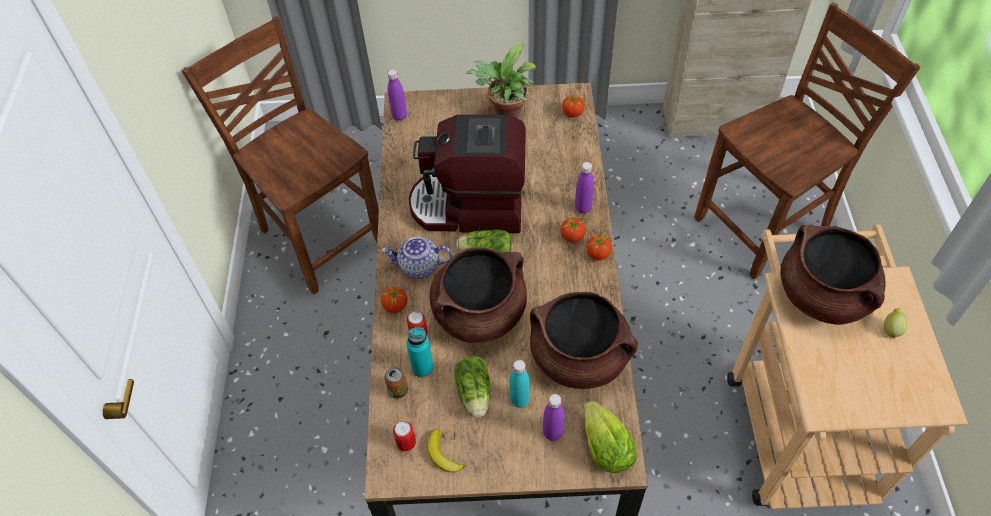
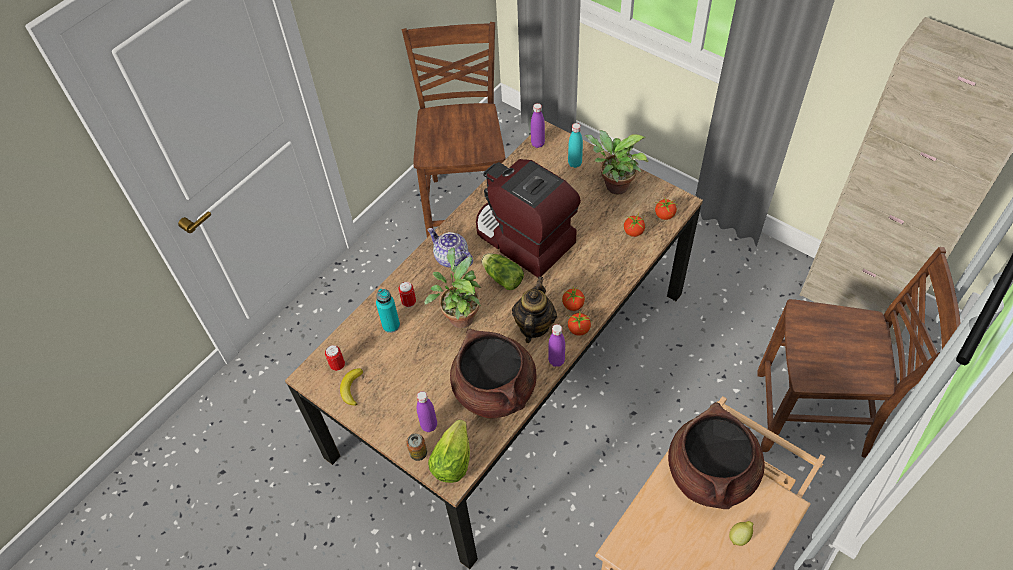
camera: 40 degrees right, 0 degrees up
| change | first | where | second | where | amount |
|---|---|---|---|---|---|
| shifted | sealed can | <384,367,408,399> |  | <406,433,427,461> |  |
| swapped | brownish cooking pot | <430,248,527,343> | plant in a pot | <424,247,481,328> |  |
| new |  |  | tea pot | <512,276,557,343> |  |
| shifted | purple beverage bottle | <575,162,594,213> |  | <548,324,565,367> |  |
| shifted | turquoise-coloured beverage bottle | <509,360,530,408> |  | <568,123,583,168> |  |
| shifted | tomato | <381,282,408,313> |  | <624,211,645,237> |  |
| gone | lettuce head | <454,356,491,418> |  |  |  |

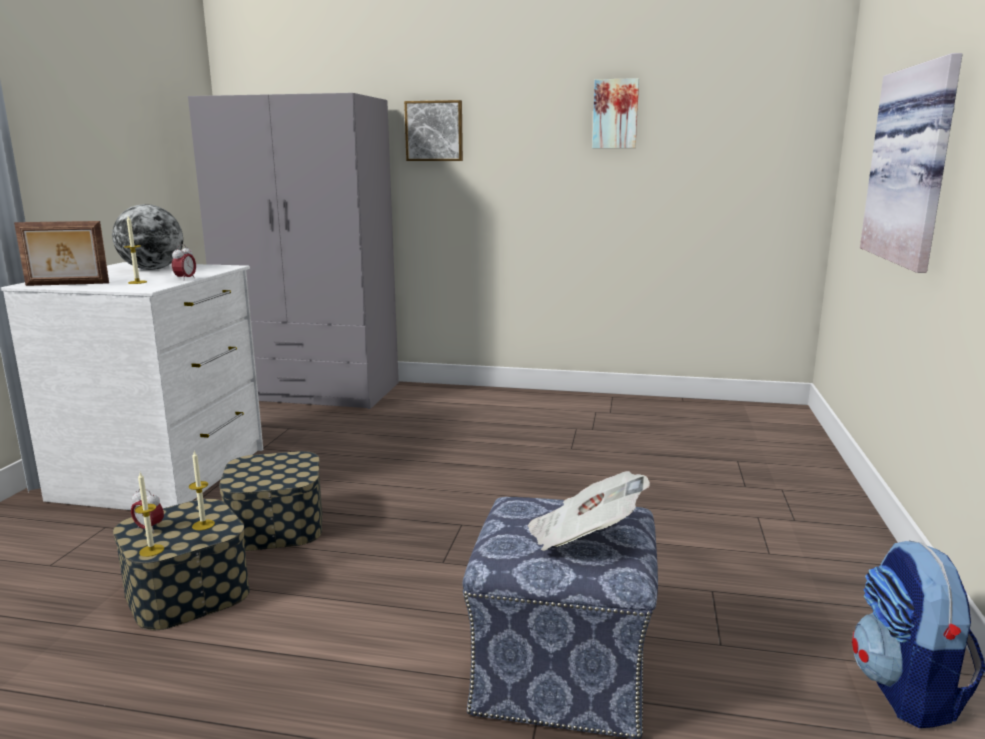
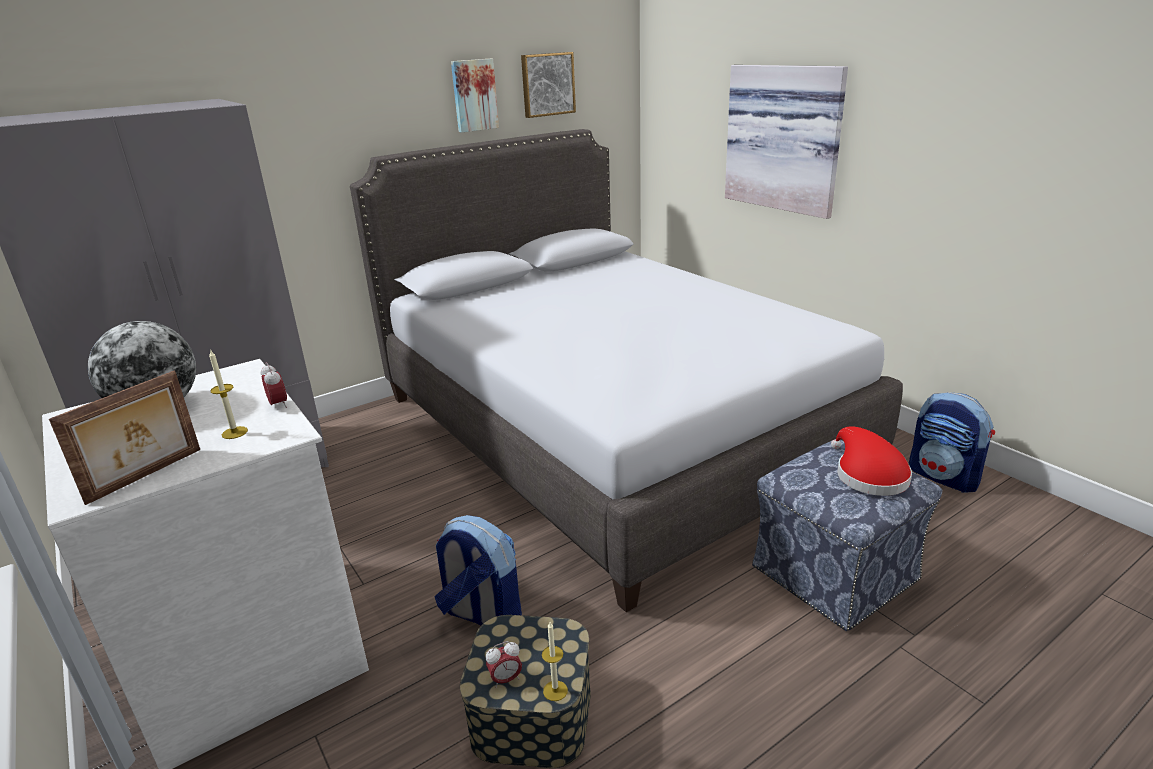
camera: 45 degrees left, 10 degrees up
| change | first | where | second | where | amount |
|---|---|---|---|---|---|
| new |  |  | gray bed | <350,129,903,612> |  |
| swapped | storage box | <219,451,322,551> | knapsack | <434,515,522,626> |  |
| shifted | wall picture | <404,100,463,161> |  | <521,52,576,118> |  |
| swapped | newspaper | <528,471,650,551> | red clothing hat | <831,426,912,496> |  |
| gone | wax light | <189,451,215,530> |  |  |  |

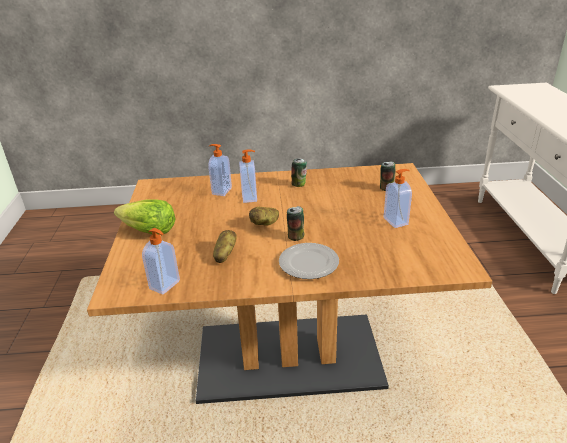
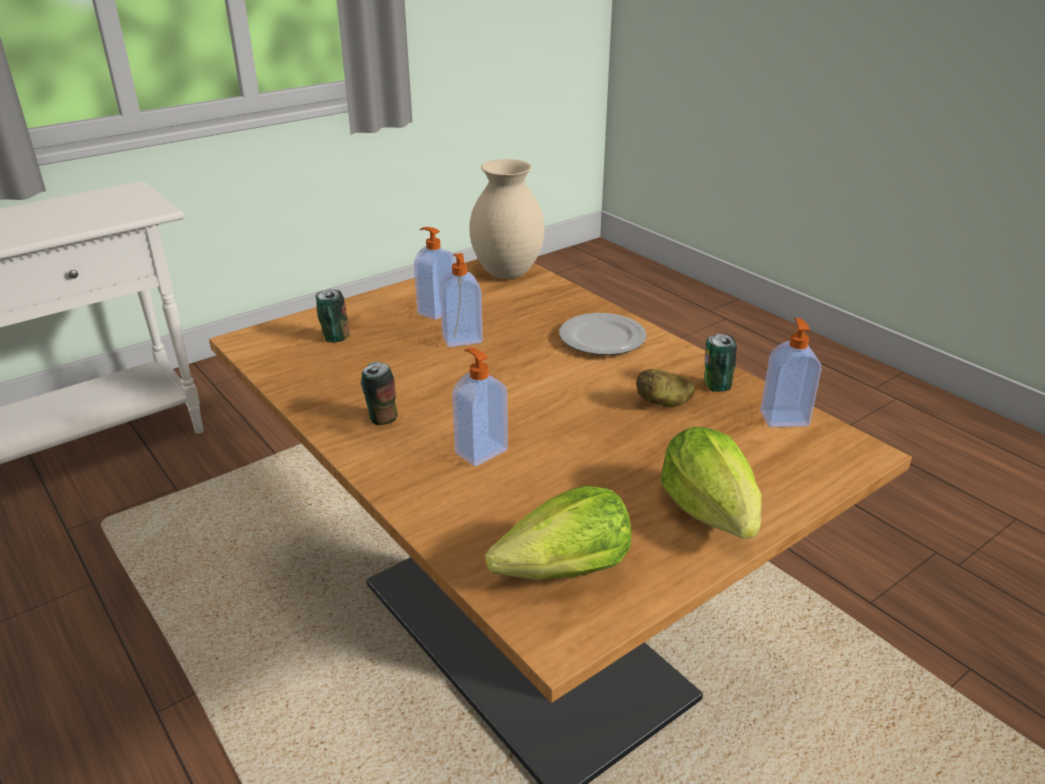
camera: 125 degrees left, 0 degrees up
| change | first | where | second | where | amount |
|---|---|---|---|---|---|
| shifted | soap dispenser | <208,144,232,196> |  | <440,253,483,347> |  |
| new |  |  | beige-coloured vase | <469,159,544,279> |  |
| new |  |  | lettuce head | <485,486,631,580> |  |
| shifted | sealed can | <287,206,304,241> |  | <704,333,737,392> |  |
| gone | potato | <249,207,279,226> |  |  |  |

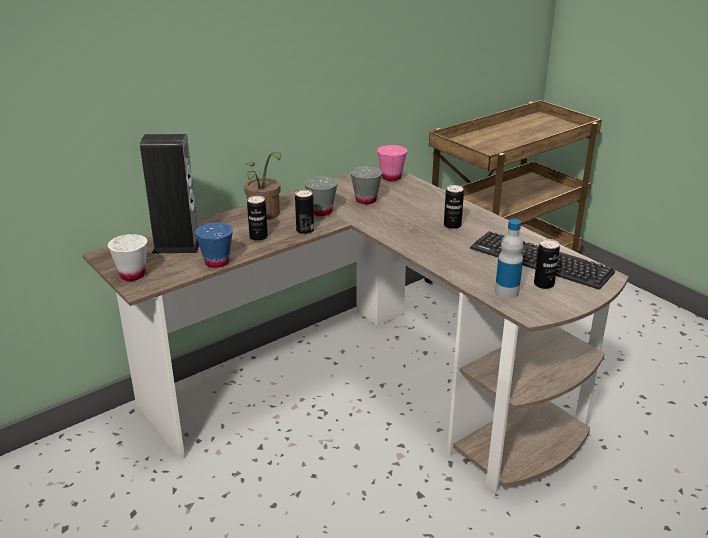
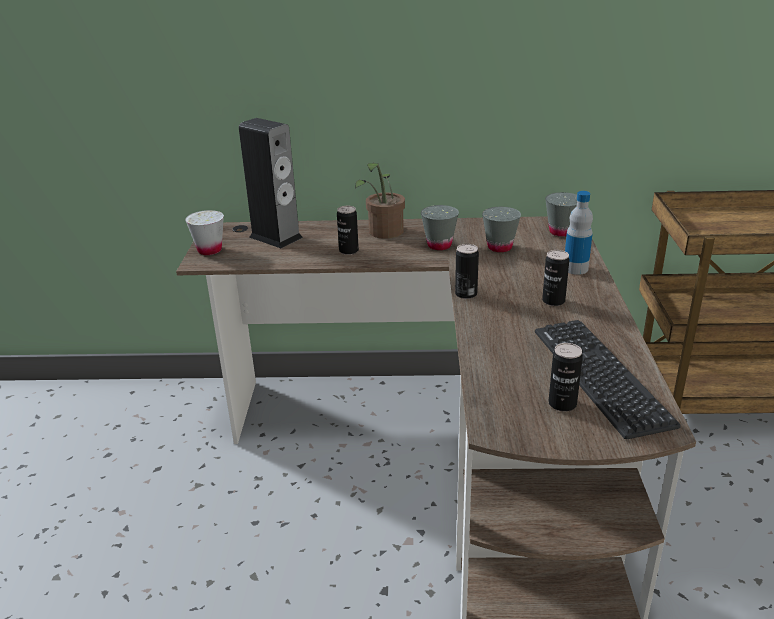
camera: 40 degrees right, 0 degrees up
| change | first | where | second | where | amount |
|---|---|---|---|---|---|
| shifted | sealed can | <295,190,314,234> |  | <455,244,479,299> |  |
| repainted | pink-coloured cup | <377,145,407,181> | gray cup | <545,192,577,237> |  |
| shifted | beverage bottle | <495,219,524,298> |  | <565,191,593,275> |  |
| gone | blue-coloured cup | <195,223,233,268> |  |  |  |

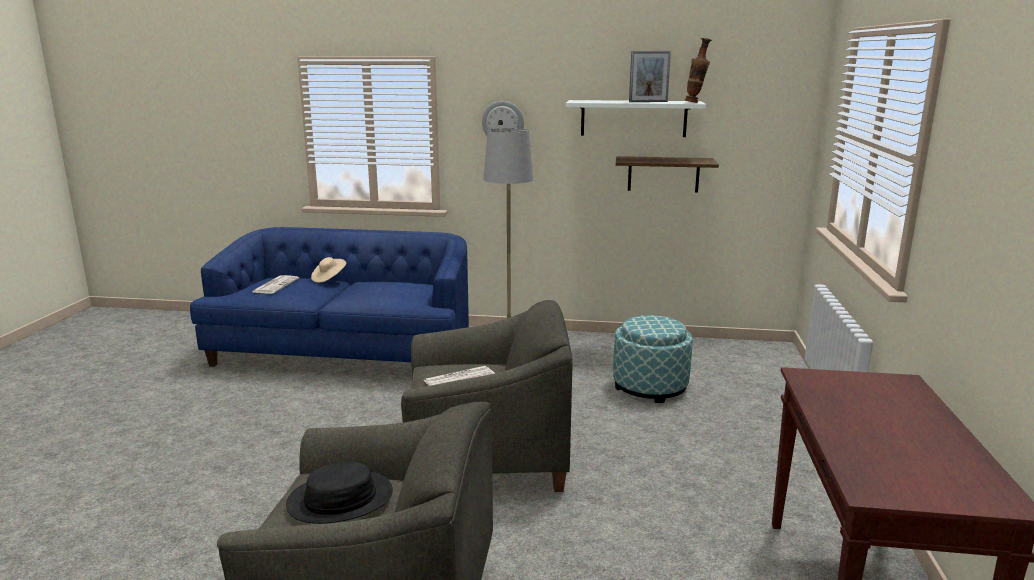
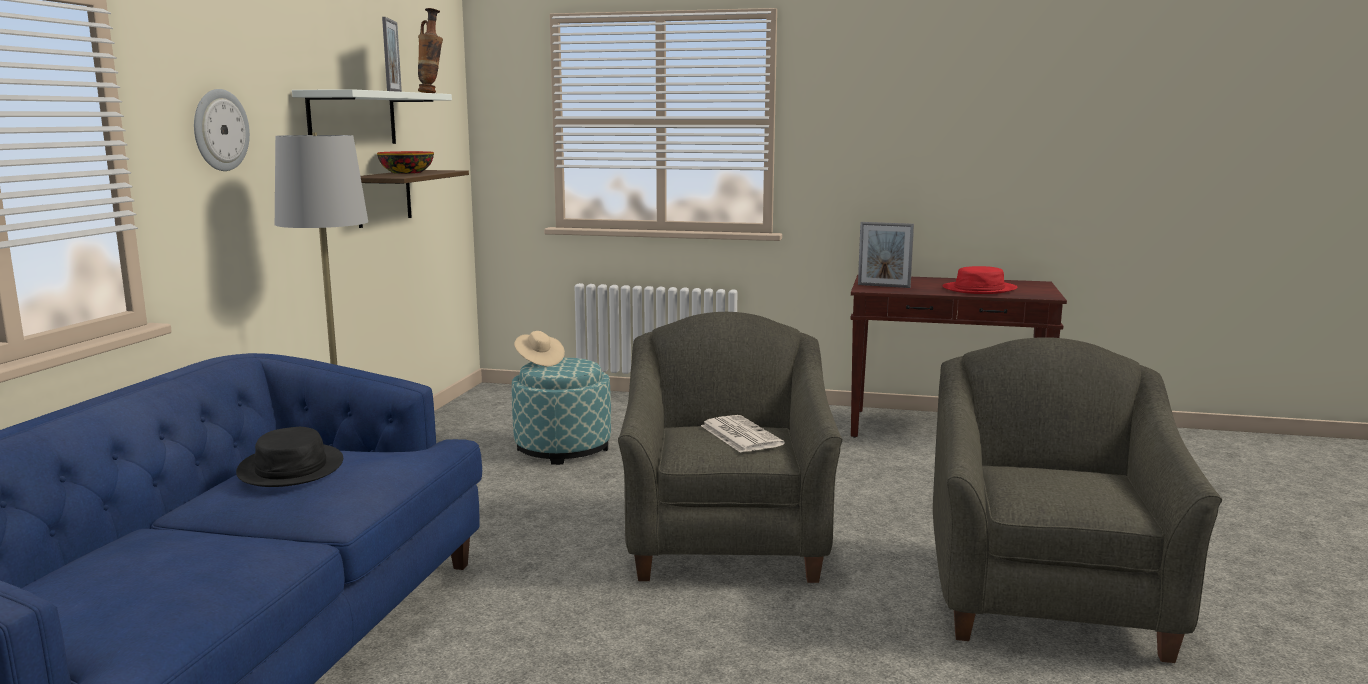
camera: 85 degrees left, 5 degrees down
| change | first | where | second | where | amount |
|---|---|---|---|---|---|
| shifted | blackish clothing hat | <286,462,393,524> |  | <236,427,343,487> |  |
| new |  |  | deep dish | <377,151,434,174> |  |
| shifted | beige-coloured clothing hat | <311,257,346,283> |  | <514,331,565,367> |  |
| new |  |  | picture frame | <858,222,914,288> |  |
| new |  |  | red clothing hat | <942,266,1018,294> |  |
| gone | newspaper | <253,275,299,294> |  |  |  |

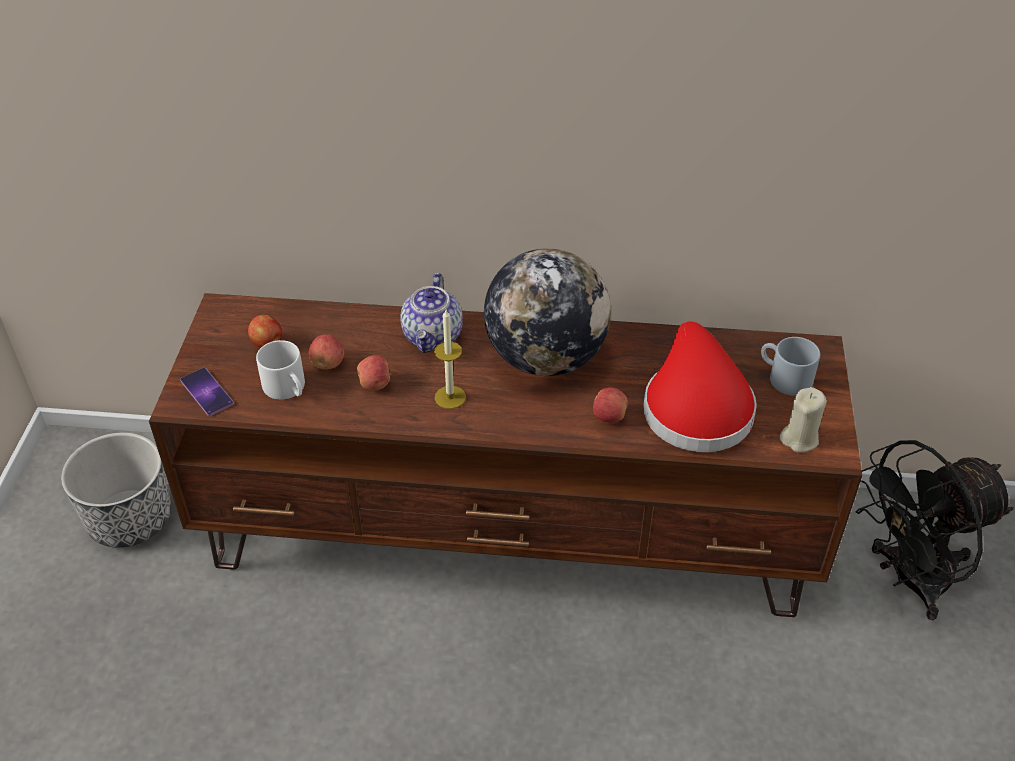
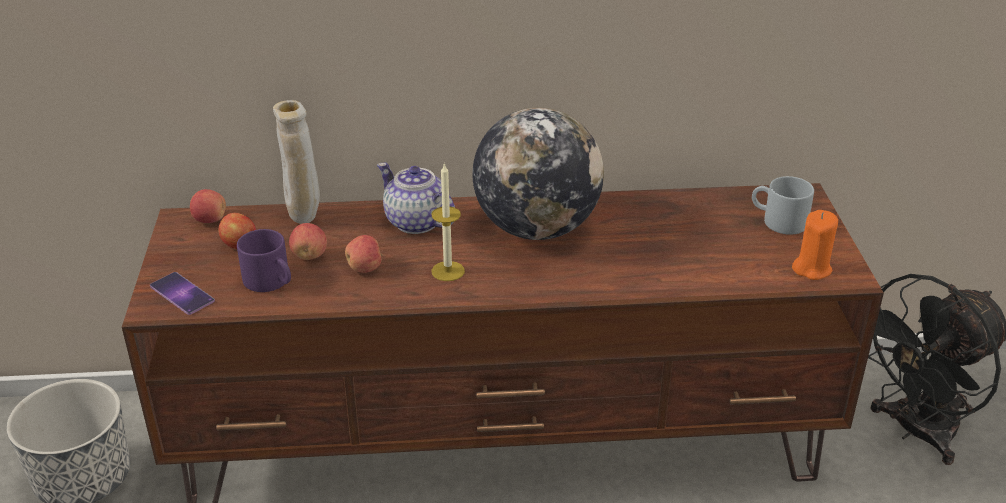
camera: 10 degrees left, 10 degrees down
| change | first | where | second | where | amount |
|---|---|---|---|---|---|
| shifted | whole apple | <593,387,628,422> |  | <190,189,226,223> |  |
| repainted | white mug | <256,340,305,400> | purple mug | <237,229,291,292> |  |
| new |  |  | beige-coloured vase | <273,100,320,224> |  |
| rotated | tea pot | <401,273,463,353> |  | <377,163,455,234> | 135 degrees clockwise |
| repainted | beige-coloured wax light | <780,387,827,453> | orange wax light | <792,210,838,280> |  |
| gone | red clothing hat | <643,321,757,452> |  |  |  |

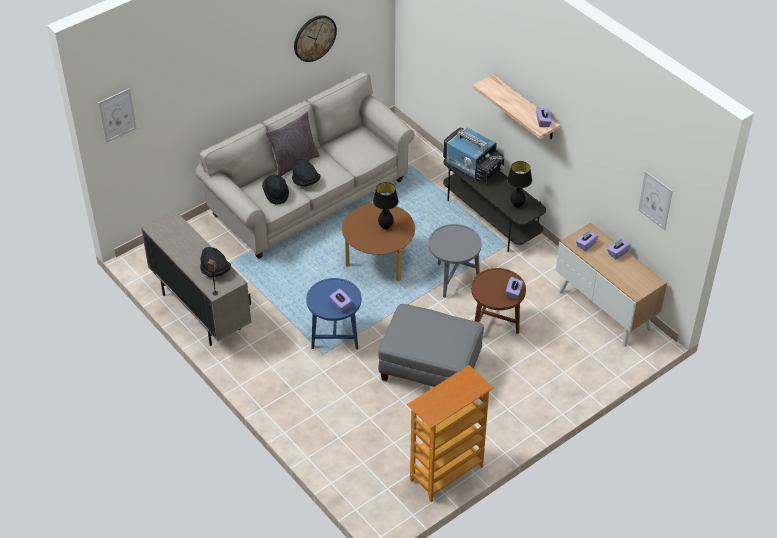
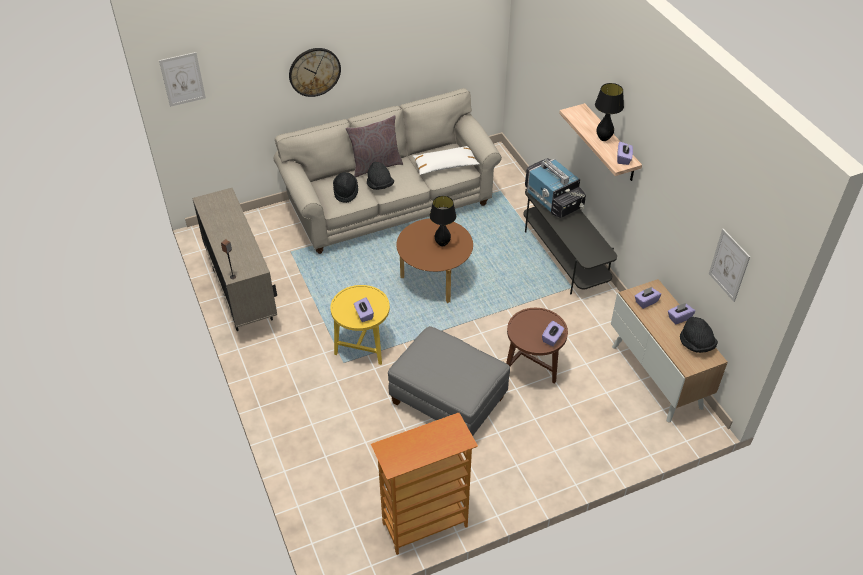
camera: 15 degrees right, 0 degrees up
| change | first | where | second | where | amount |
|---|---|---|---|---|---|
| shifted | clock on the wall | <294,15,337,62> |  | <289,48,341,97> |  |
| repainted | blue-coloured end table | <306,278,361,349> | yellow-coloured end table | <330,285,390,365> |  |
| new |  |  | white throw pillow | <413,146,480,175> |  |
| shifted | blackish tabletop lamp | <507,161,532,208> |  | <595,83,624,141> |  |
| shifted | blackish clothing hat | <200,247,231,277> |  | <680,317,718,353> |  |
| gone | gray end table | <428,224,482,297> |  |  |  |

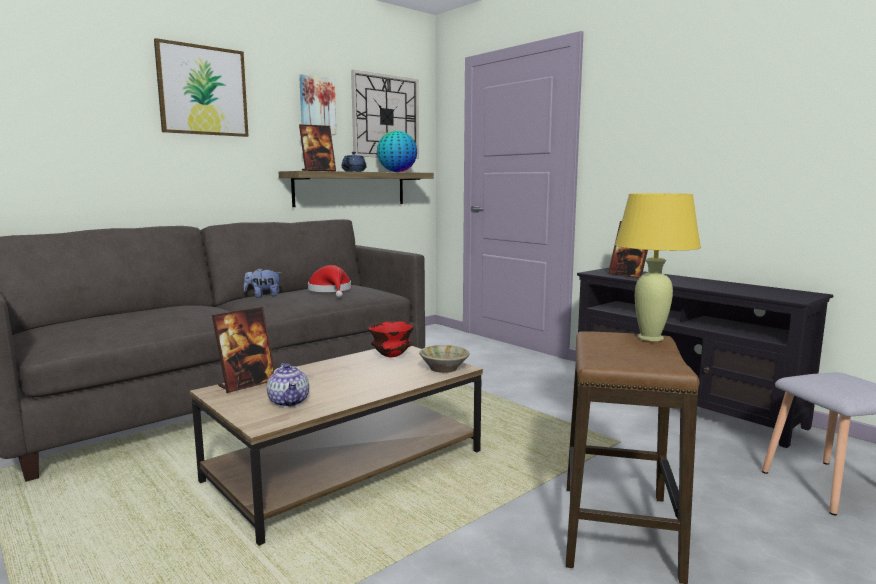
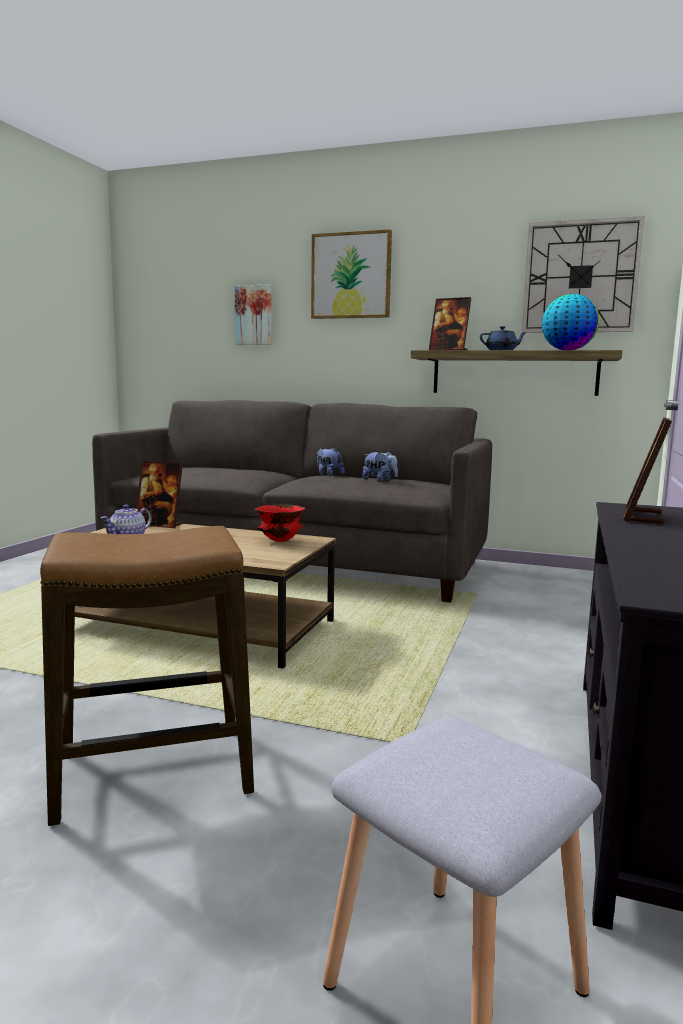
camera: 60 degrees right, 0 degrees up
| change | first | where | second | where | amount |
|---|---|---|---|---|---|
| shifted | wall picture | <299,74,336,135> |  | <234,284,272,345> |  |
| swapped | red clothing hat | <308,265,351,297> | plush toy | <362,452,398,482> |  |
| gone | beige-coloured deep dish | <419,345,470,373> |  |  |  |
| gone | yellow-coloured tabletop lamp | <615,193,701,341> |  |  |  |

